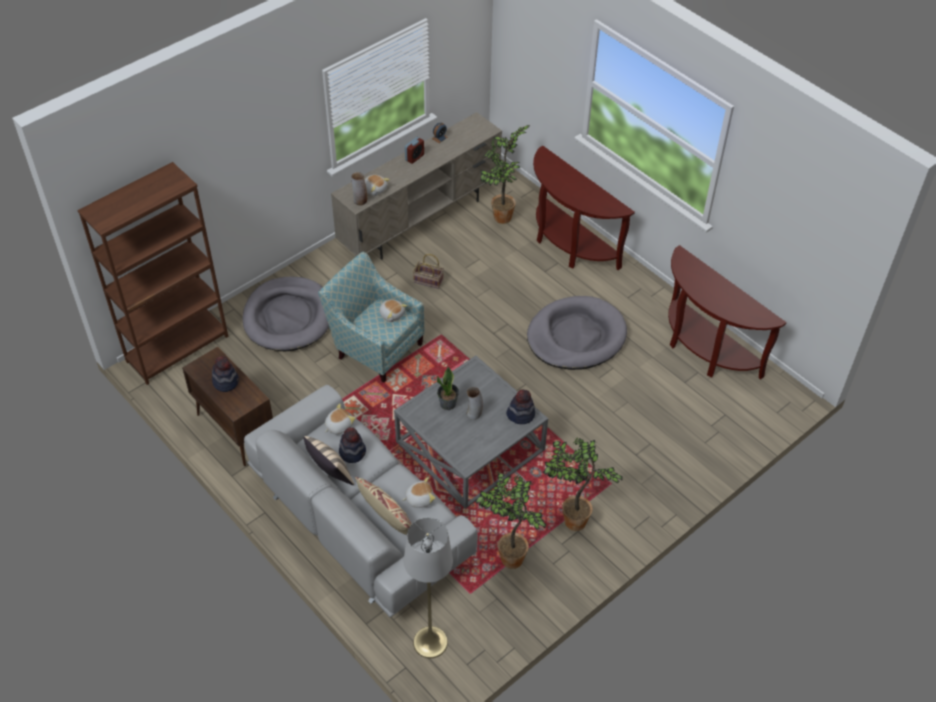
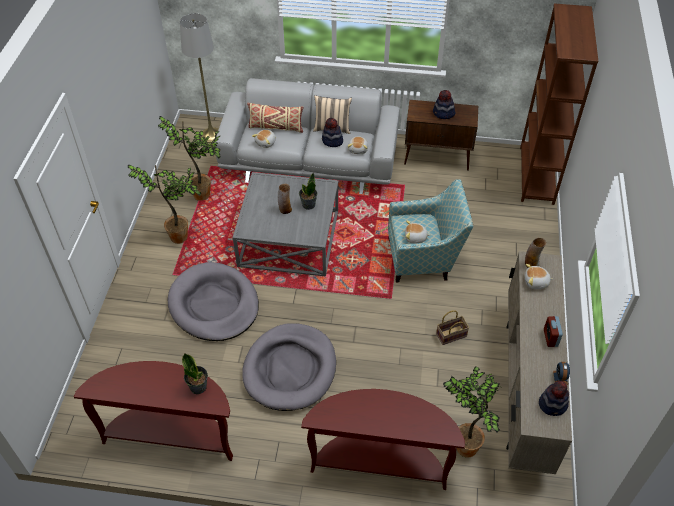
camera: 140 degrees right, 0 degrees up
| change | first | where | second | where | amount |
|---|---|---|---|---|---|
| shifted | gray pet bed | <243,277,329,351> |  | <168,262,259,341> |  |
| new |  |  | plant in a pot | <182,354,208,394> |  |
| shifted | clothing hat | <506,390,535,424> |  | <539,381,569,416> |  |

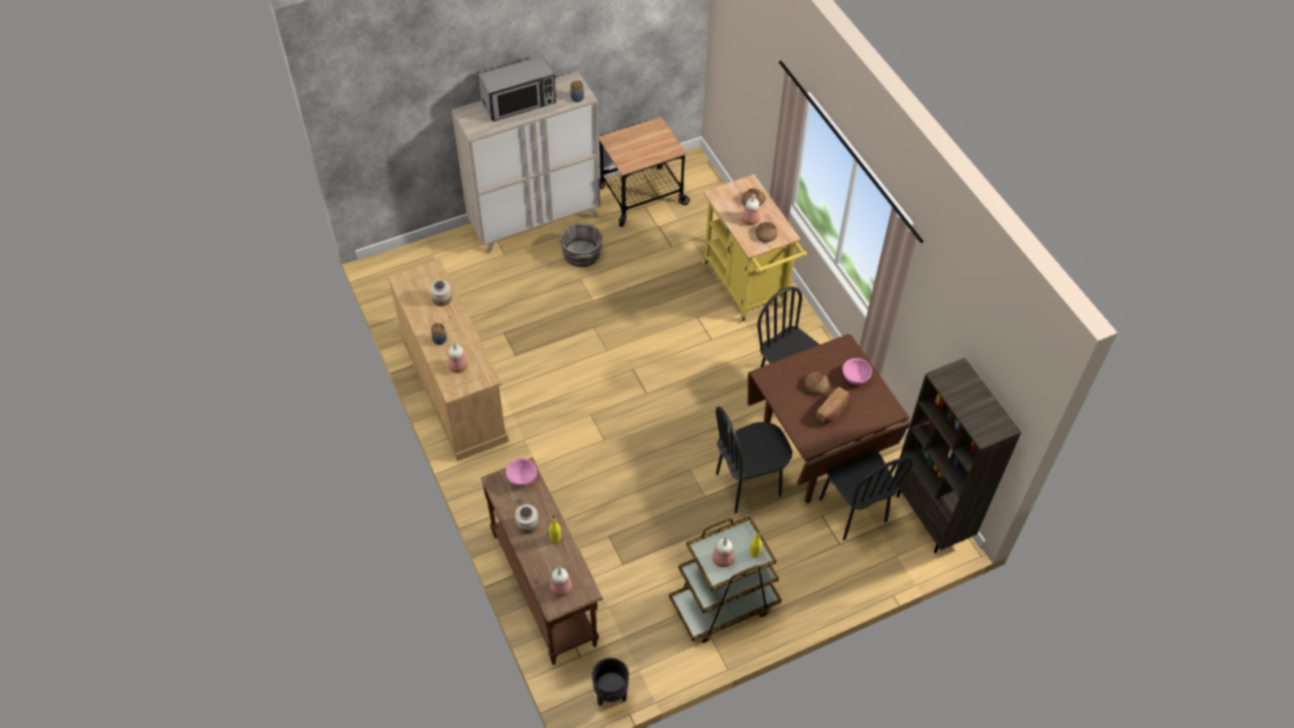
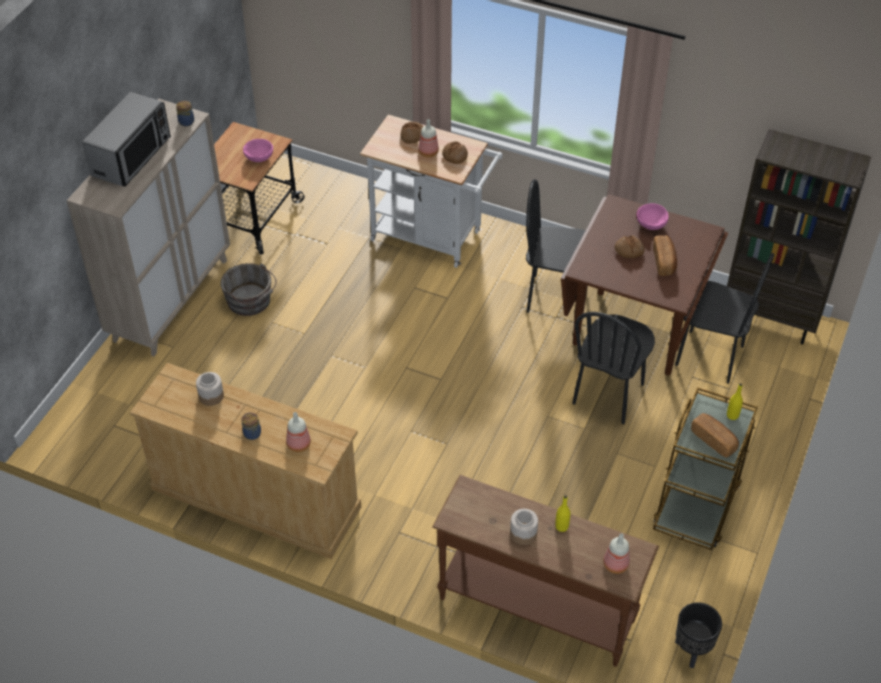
camera: 40 degrees left, 5 degrees down
| change | first | where | second | where | amount |
|---|---|---|---|---|---|
| shifted | pink-coloured deep dish | <506,458,537,487> |  | <243,139,273,162> |  |
| repainted | yellow-coloured wheeled cart | <702,174,807,322> | white wheeled cart | <360,115,503,268> |  |
| swapped | beverage bottle | <712,537,734,567> | bread | <691,413,739,458> |  |

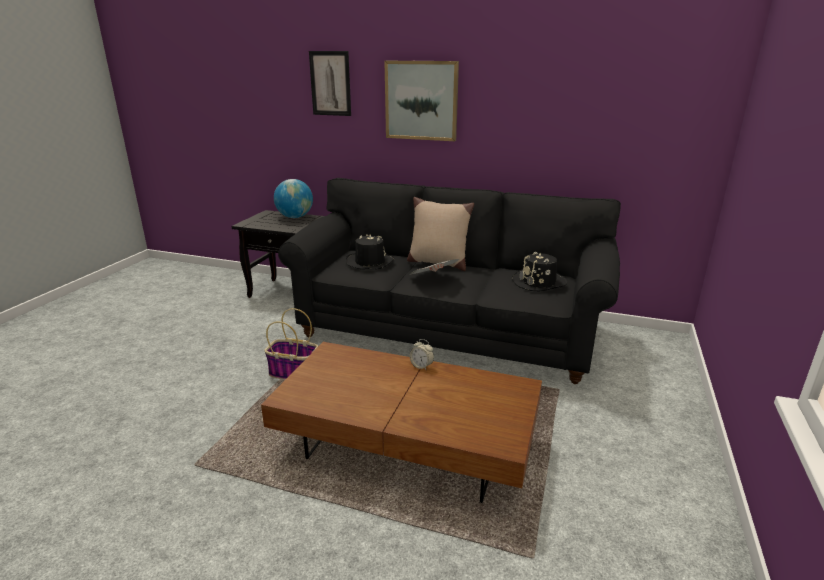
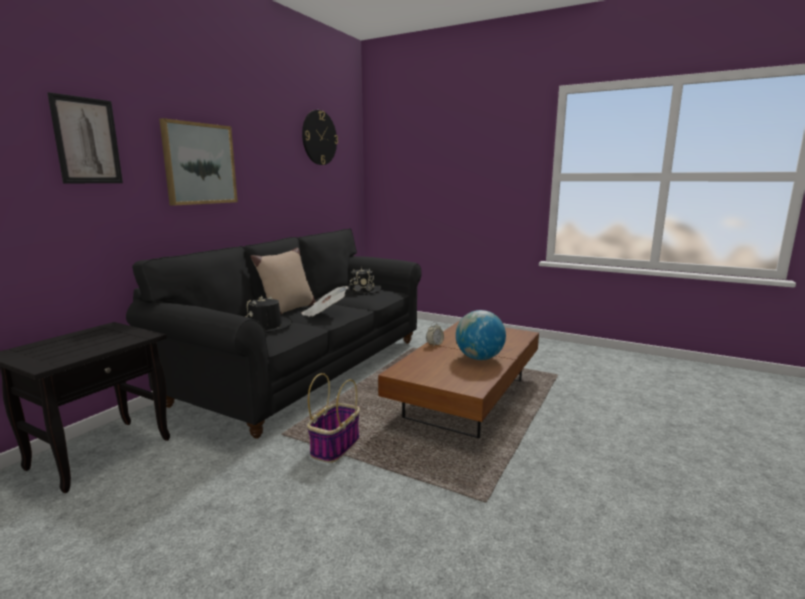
camera: 80 degrees left, 10 degrees down
| change | first | where | second | where | amount |
|---|---|---|---|---|---|
| new |  |  | clock on the wall | <302,110,338,165> |  |
| shifted | world globe | <274,179,313,218> |  | <456,310,506,360> |  |

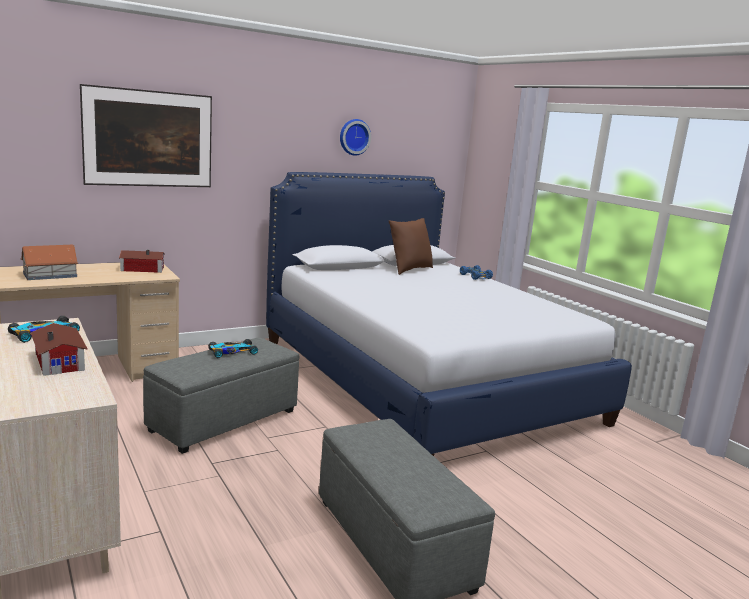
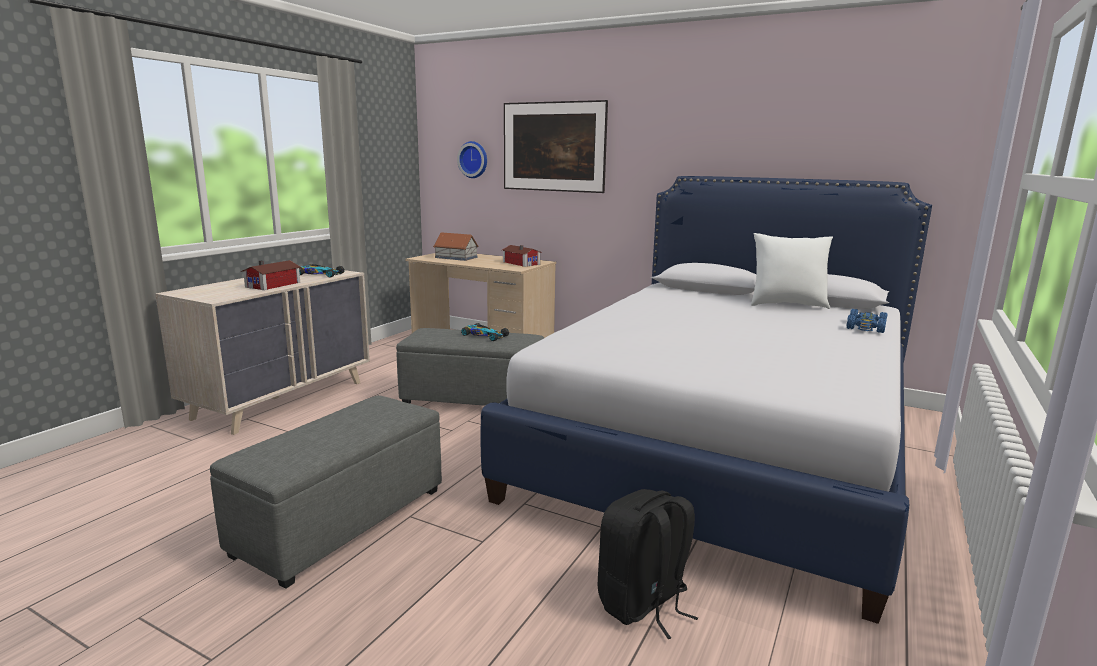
camera: 60 degrees right, 0 degrees up
| change | first | where | second | where | amount |
|---|---|---|---|---|---|
| shifted | clock on the wall | <340,119,371,156> |  | <457,141,487,178> |  |
| new |  |  | blackish knapsack | <598,489,698,639> |  |
| repainted | brownish throw pillow | <389,218,433,275> | white throw pillow | <751,233,833,309> |  |

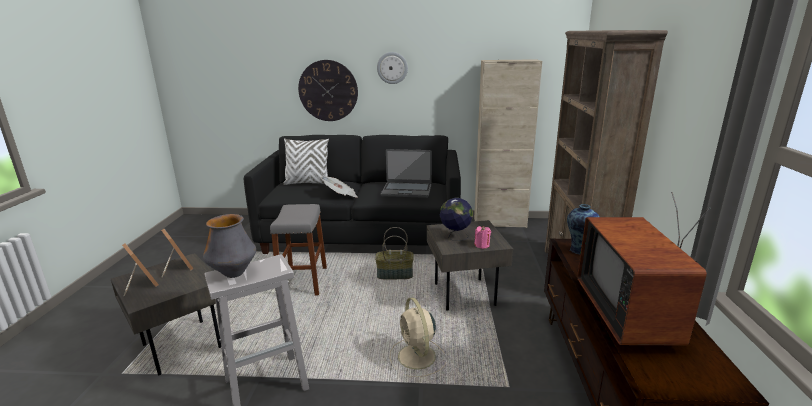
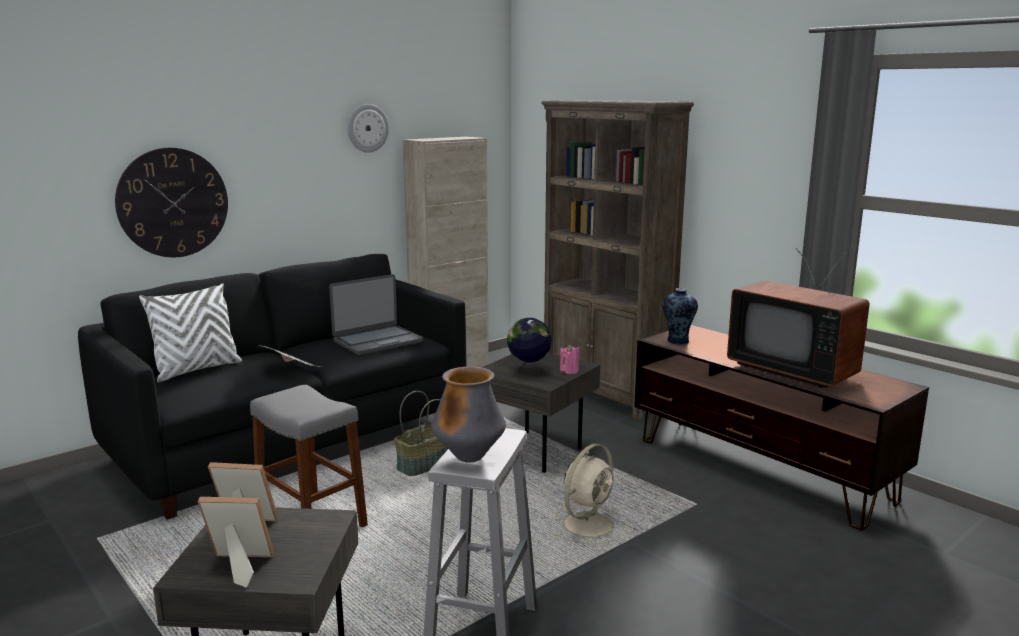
camera: 45 degrees left, 5 degrees down
| change | first | where | second | where | amount |
|---|---|---|---|---|---|
| shifted | clock on the wall | <377,52,408,84> |  | <347,104,389,153> |  |
| rotated | beige-coloured electric fan | <390,297,446,377> |  | <553,444,627,545> | 75 degrees counterclockwise |

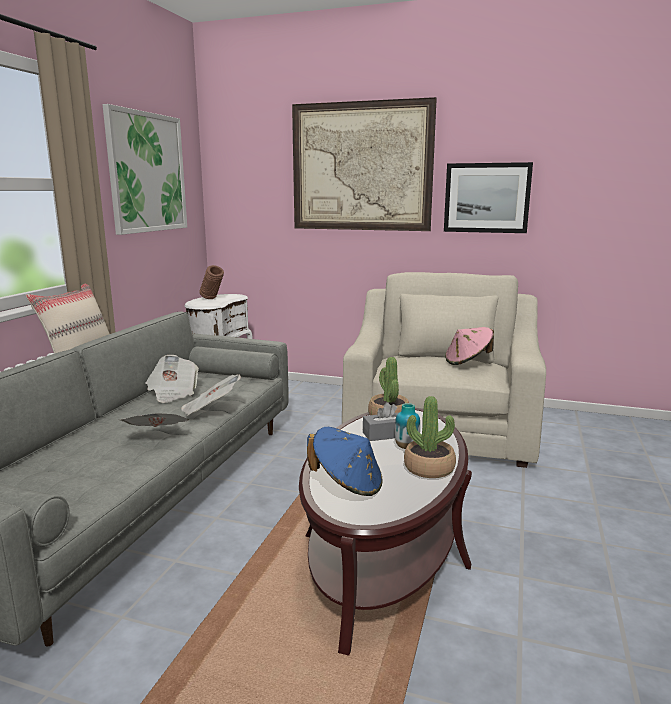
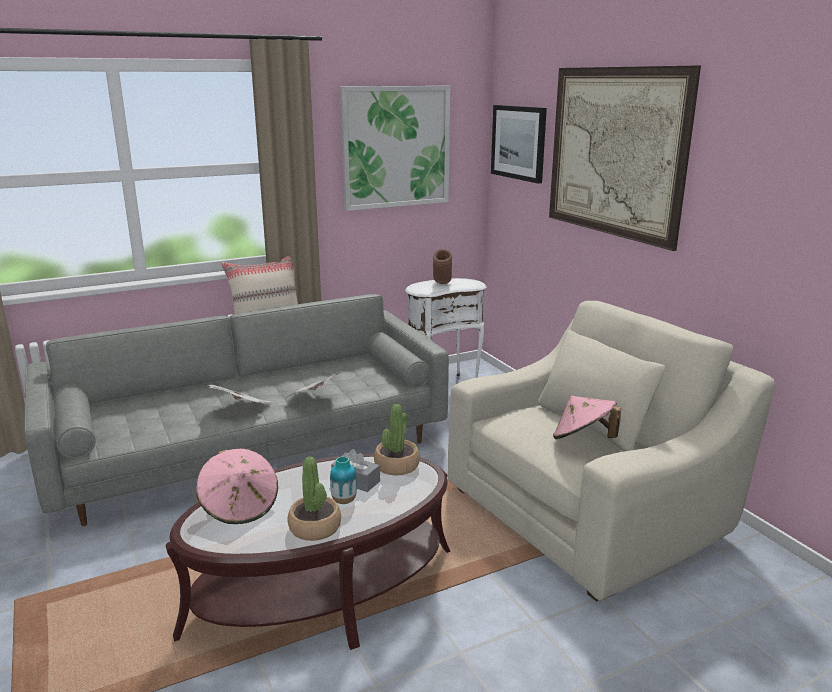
camera: 45 degrees right, 5 degrees up
| change | first | where | second | where | amount |
|---|---|---|---|---|---|
| repainted | blue-coloured clothing hat | <307,427,382,496> | pink-coloured clothing hat | <196,449,278,524> |  |
| shifted | wall picture | <444,162,533,233> |  | <491,105,547,184> |  |
| gone | newspaper | <146,355,199,403> |  |  |  |

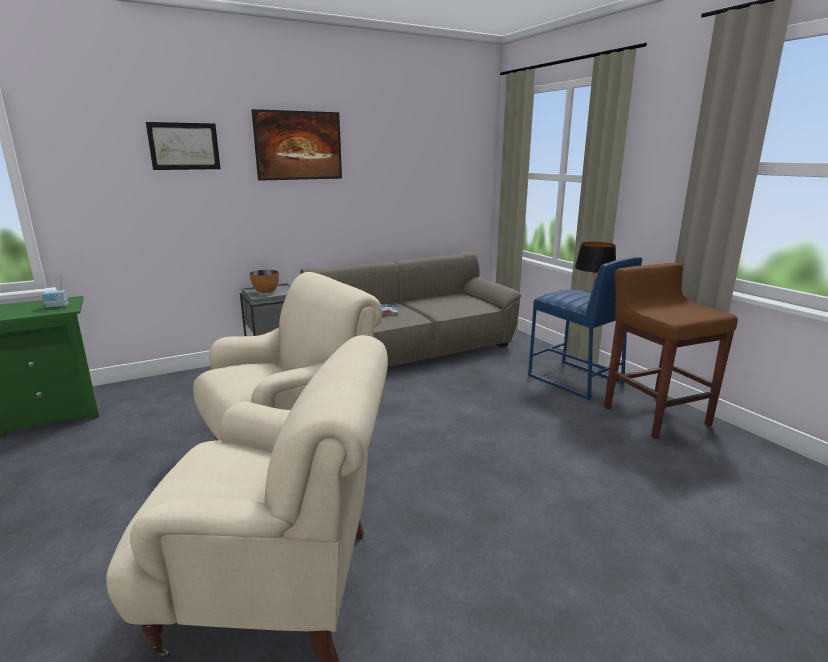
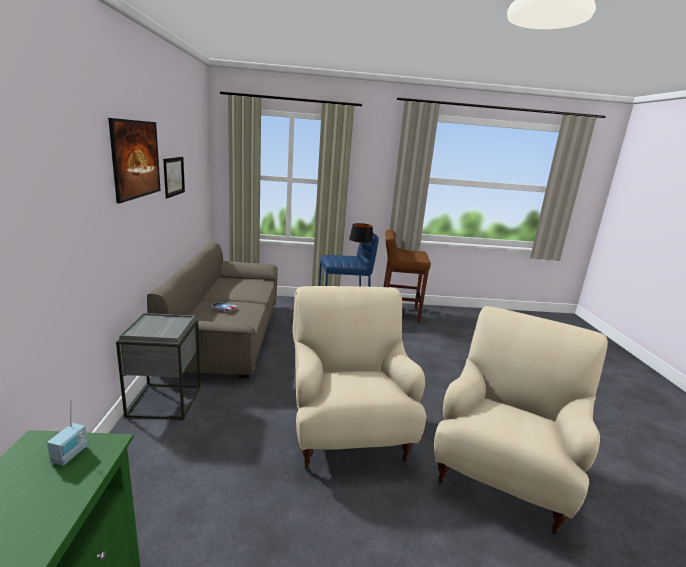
camera: 65 degrees left, 0 degrees up
| change | first | where | second | where | amount |
|---|---|---|---|---|---|
| shifted | wall picture | <146,122,221,170> |  | <163,157,185,198> |  |
| gone | deep dish | <250,270,279,293> |  |  |  |

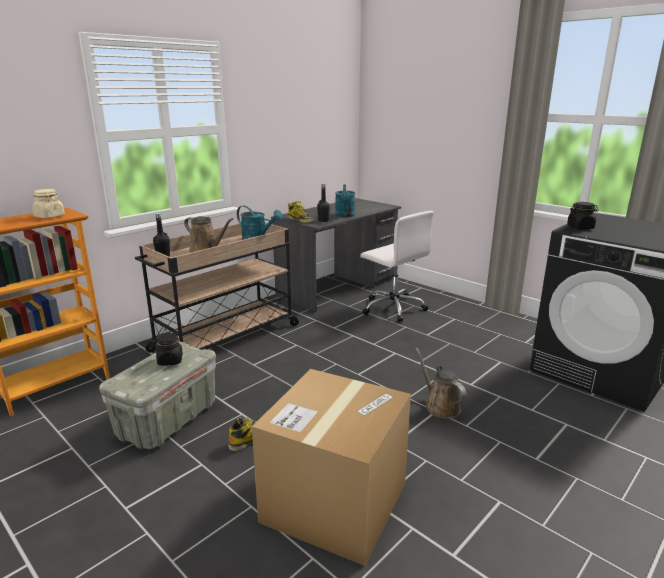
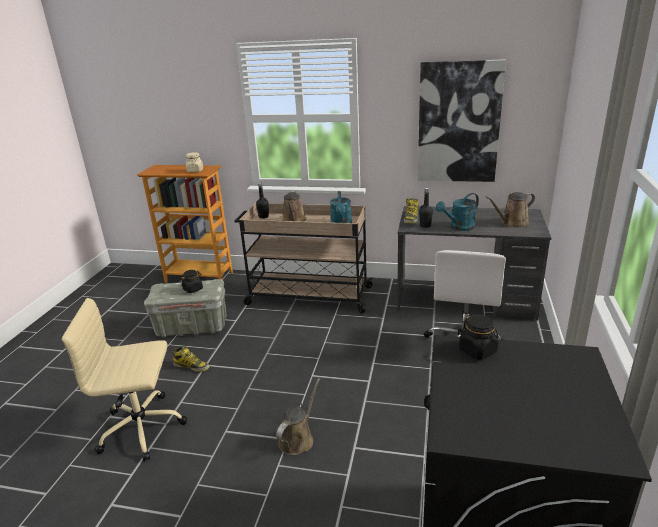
camera: 60 degrees right, 5 degrees up
| change | first | where | second | where | amount |
|---|---|---|---|---|---|
| swapped | packing box | <252,369,411,566> | beige-coloured office chair | <62,298,187,462> |  |
| new |  |  | wall picture | <418,59,506,182> |  |
| new |  |  | brownish watering can | <486,192,535,227> |  |

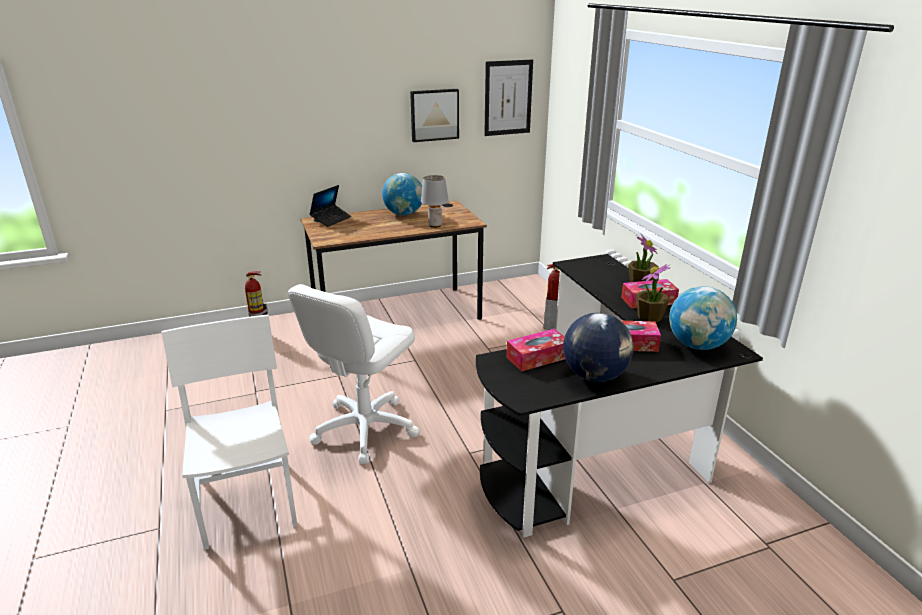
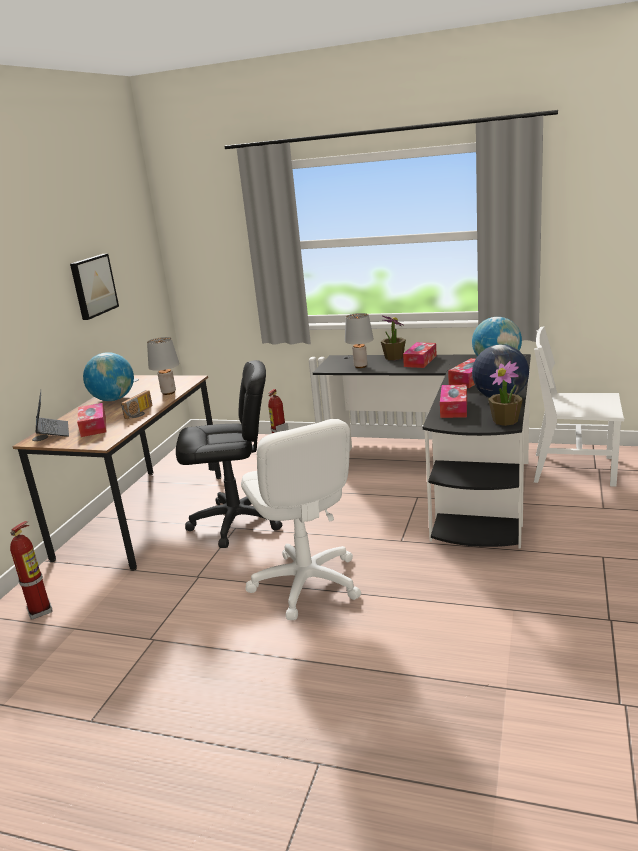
camera: 50 degrees left, 5 degrees down
| change | first | where | second | where | amount |
|---|---|---|---|---|---|
| new |  |  | box of tissues | <77,403,106,437> |  |
| new |  |  | radio receiver | <121,390,153,419> |  |
| new |  |  | blackish office chair | <176,360,282,548> |  |
| new |  |  | gray tabletop lamp | <345,313,374,368> |  |
| shifted | plant in a pot | <636,264,670,323> |  | <488,361,523,426> |  |
| shifted | white chair | <161,314,298,550> |  | <534,326,624,487> |  |
| gone | wall picture | <484,59,533,136> |  |  |  |

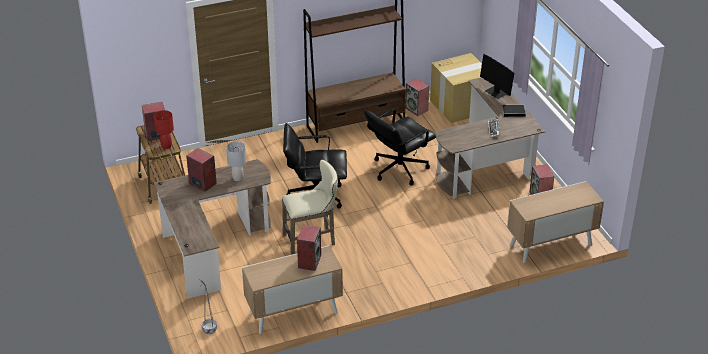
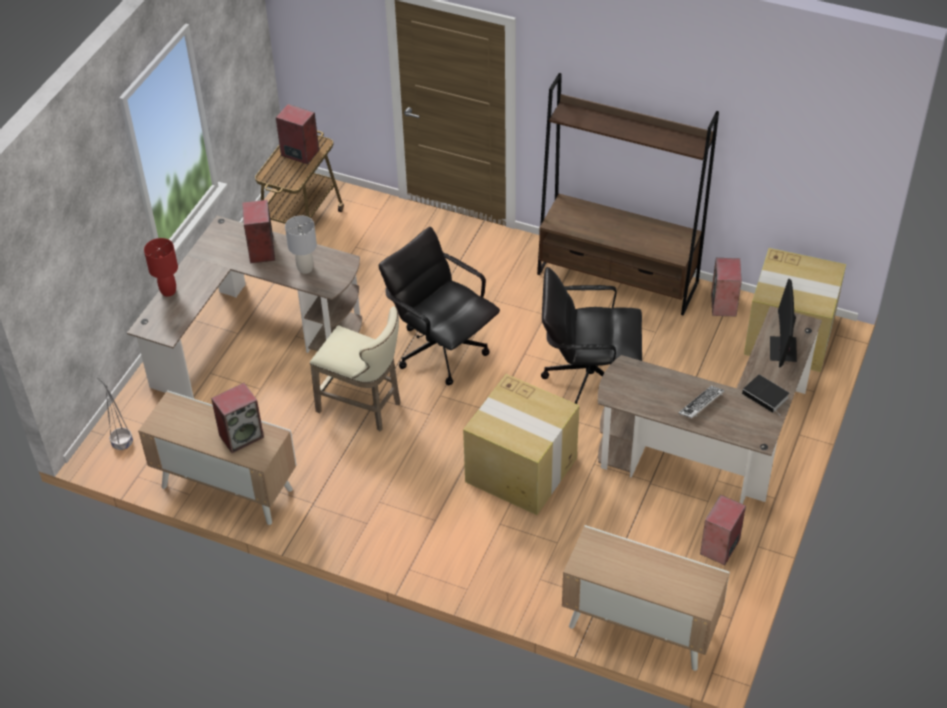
camera: 45 degrees right, 10 degrees up
| change | first | where | second | where | amount |
|---|---|---|---|---|---|
| shifted | red tabletop lamp | <154,110,174,149> |  | <144,238,178,297> |  |
| new |  |  | packing box | <463,374,579,515> |  |

